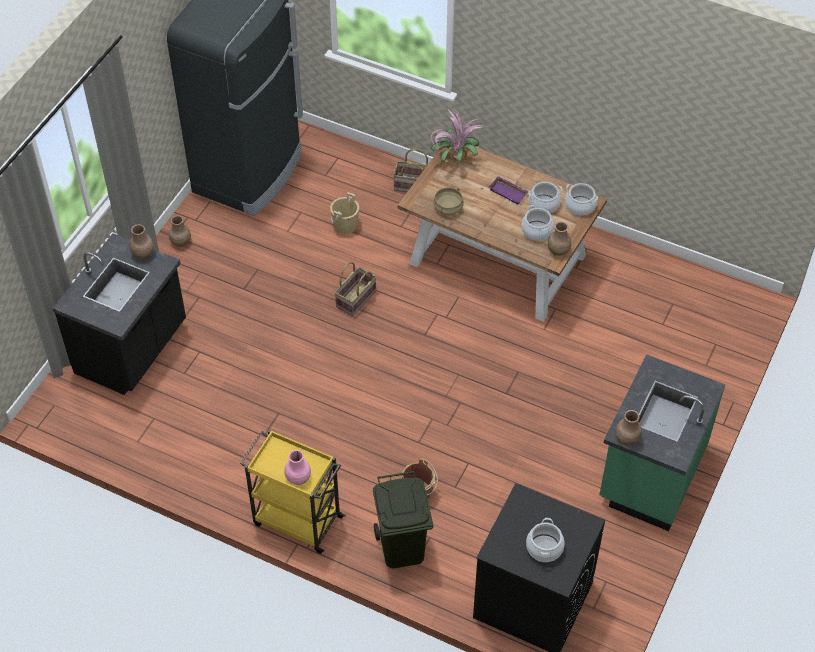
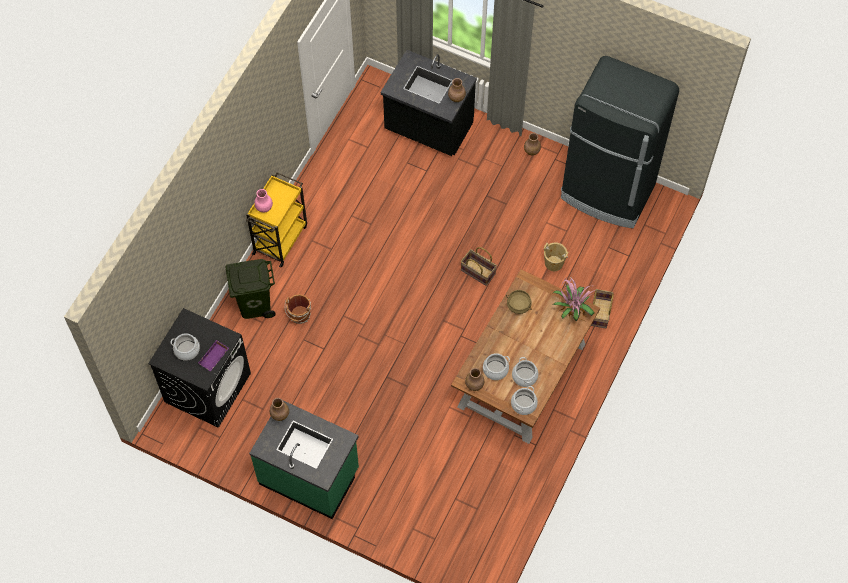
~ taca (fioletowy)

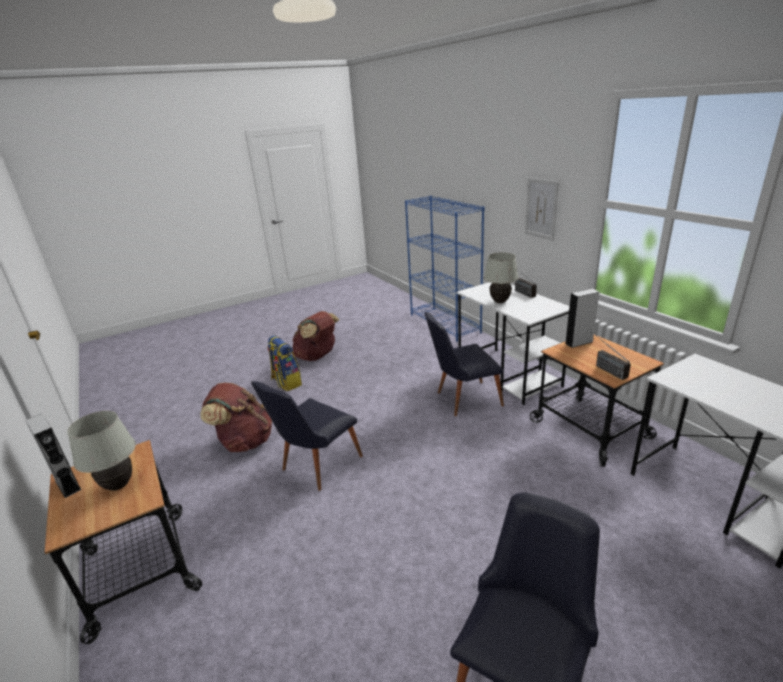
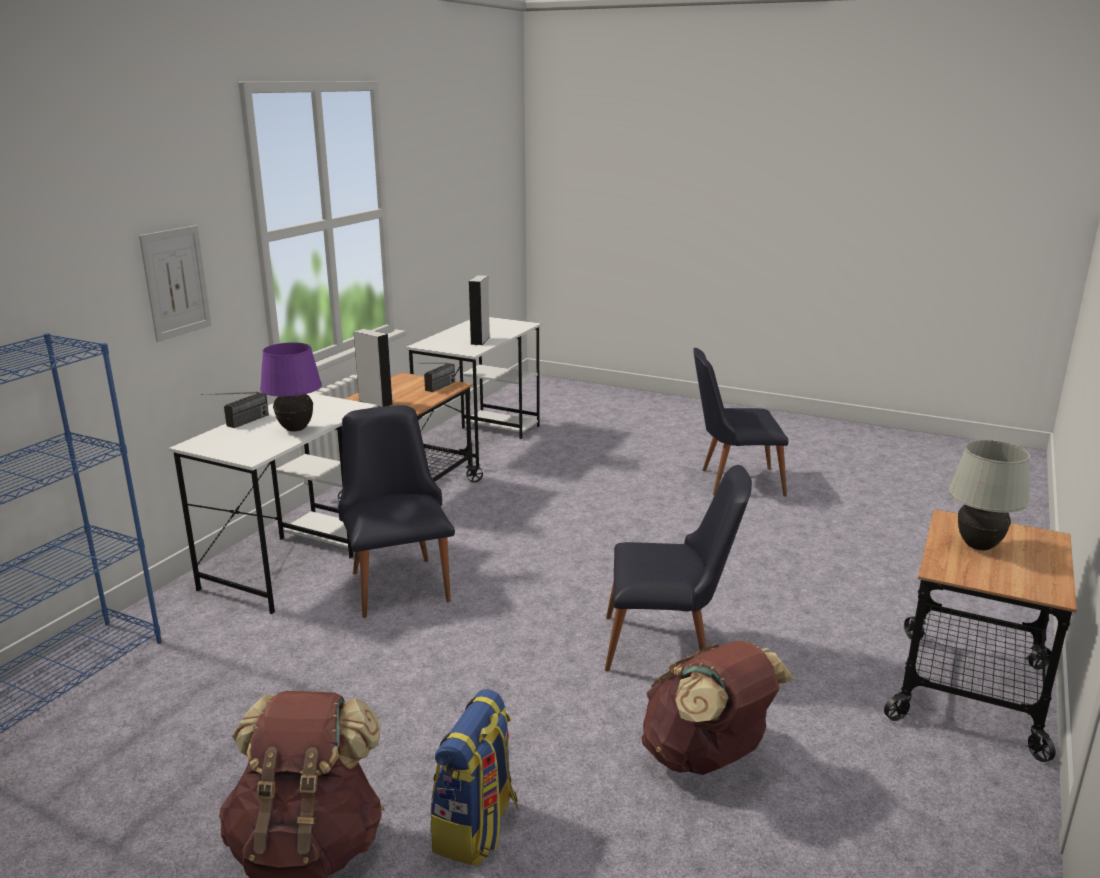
~ głośnik (szary) (1st from left in the first image) to głośnik (szary) (2nd from left)
~ krzesło (czarny) (2nd from left in the first image) 150 degrees counterclockwise
~ lampa stołowa (biały) (2nd from left) to lampa stołowa (fioletowy)

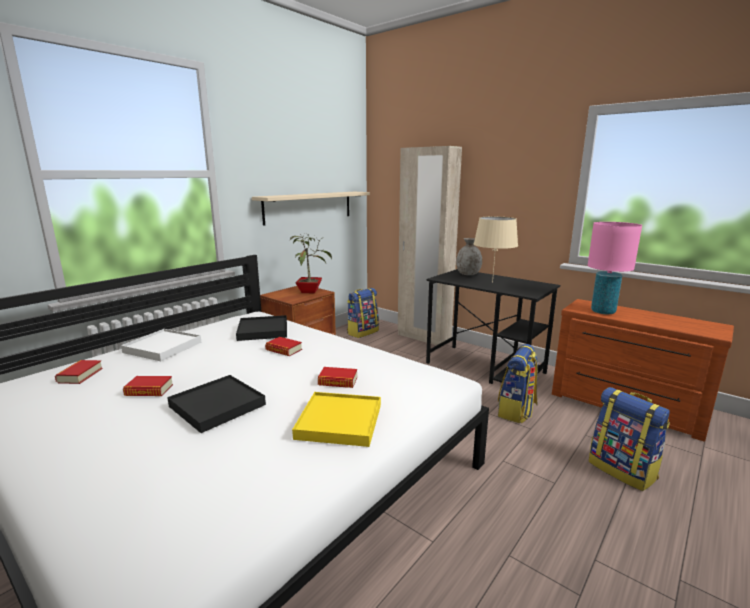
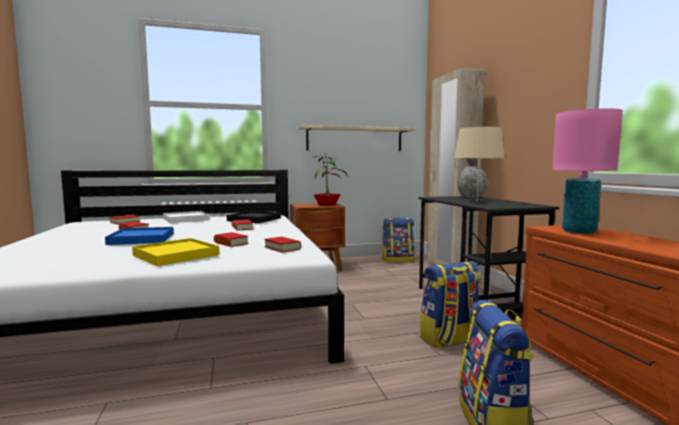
~ taca (czarny) (1st from left) to taca (niebieski)
+ książka (5th from left)

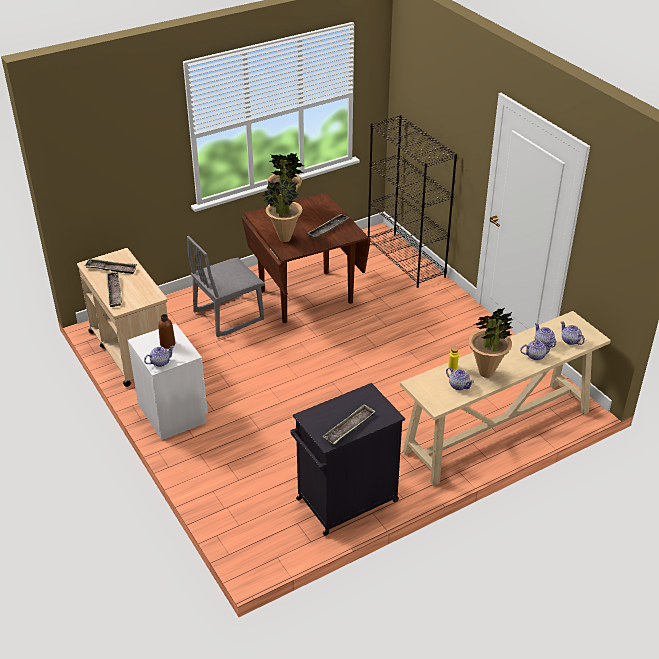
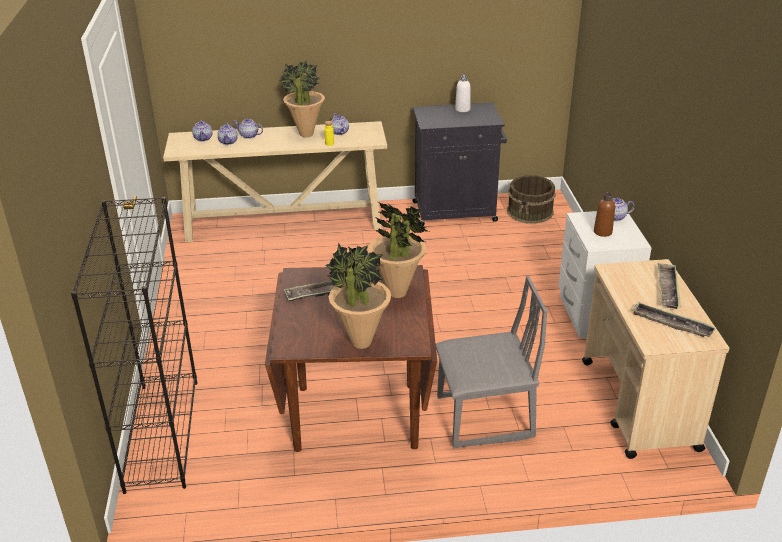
~ taca (4th from left) to butelka (biały)
+ wiadro (brązowy)

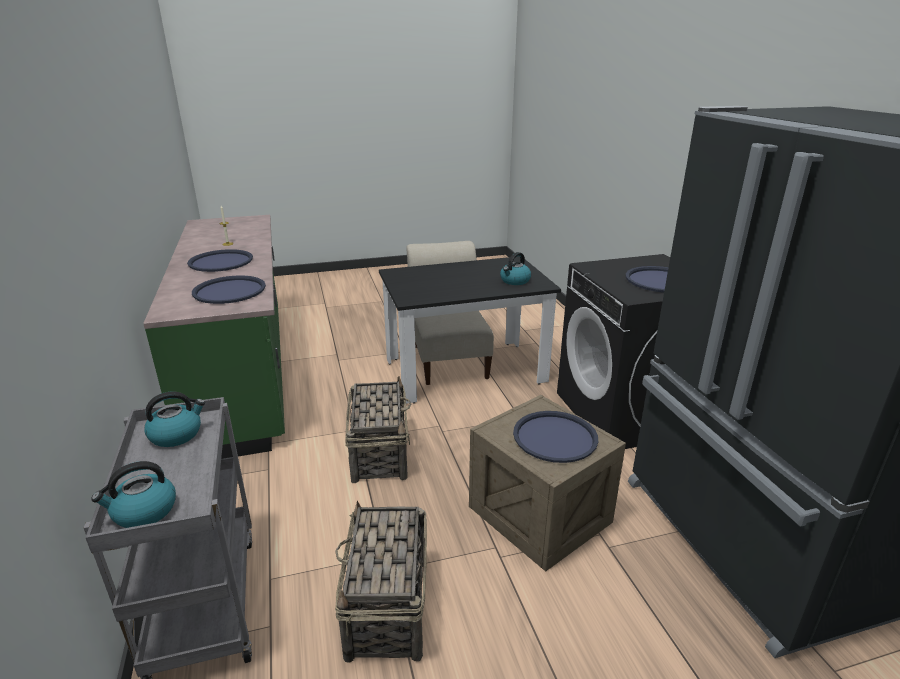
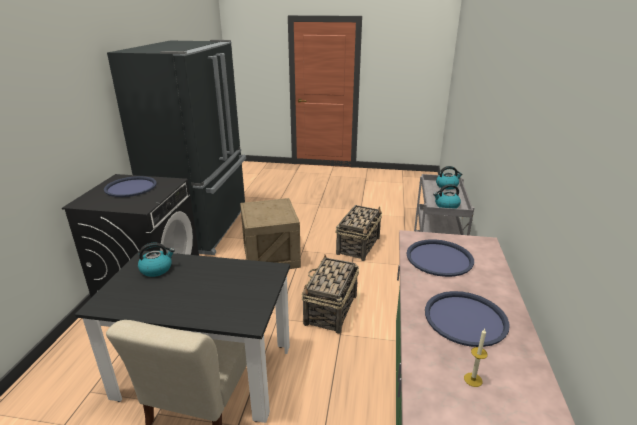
- taca (niebieski) (3rd from left)

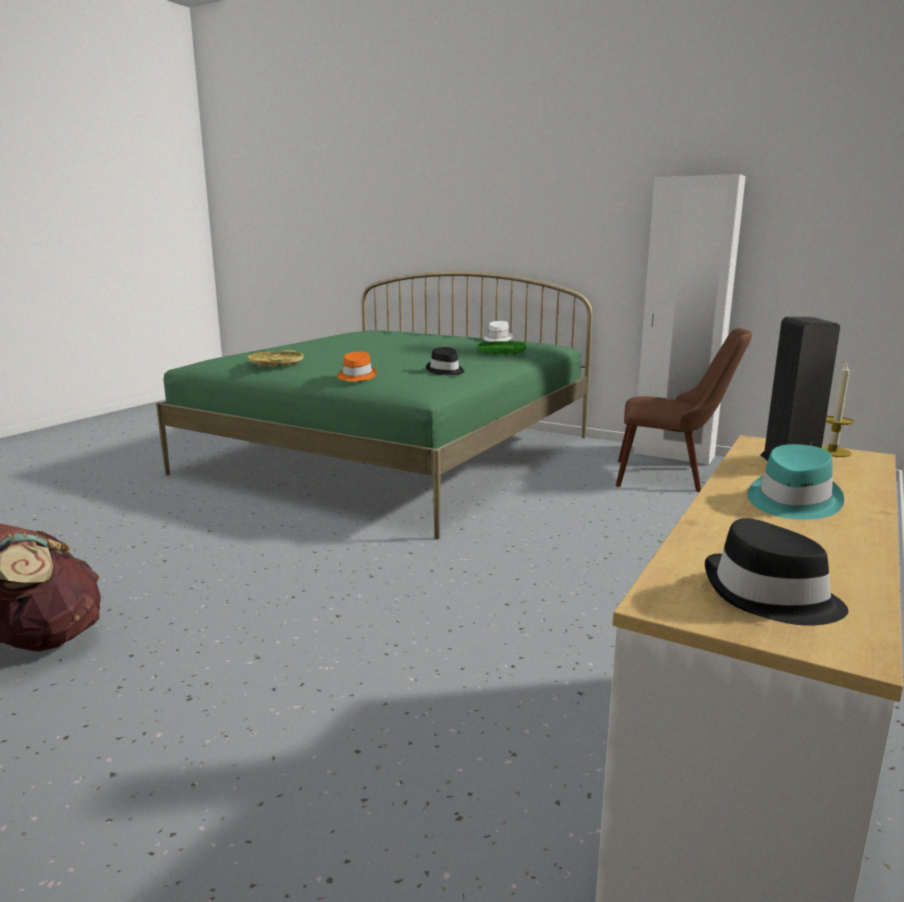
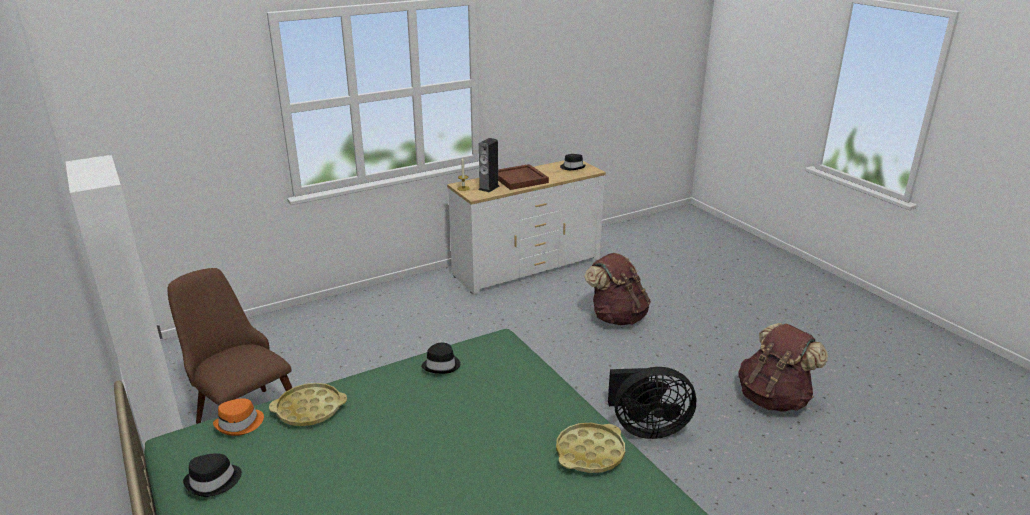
~ kapelusz (pomarańczowy)
~ taca (zielony) to taca (żółty) (1st from left)
~ kapelusz (biały) to kapelusz (czarny) (1st from left)
~ kapelusz (turkusowy) to taca (brązowy)
+ plecak (brązowy) (1st from left)
+ wentylator (czarny)

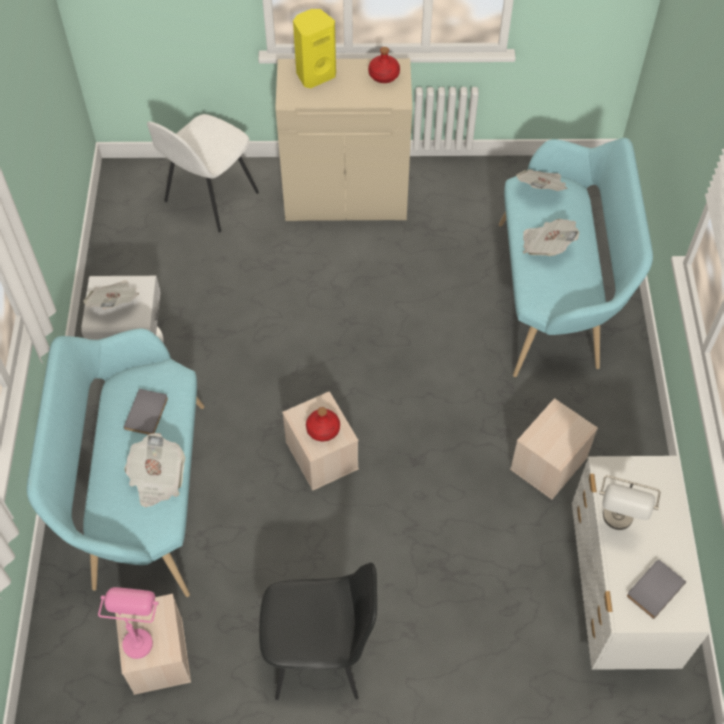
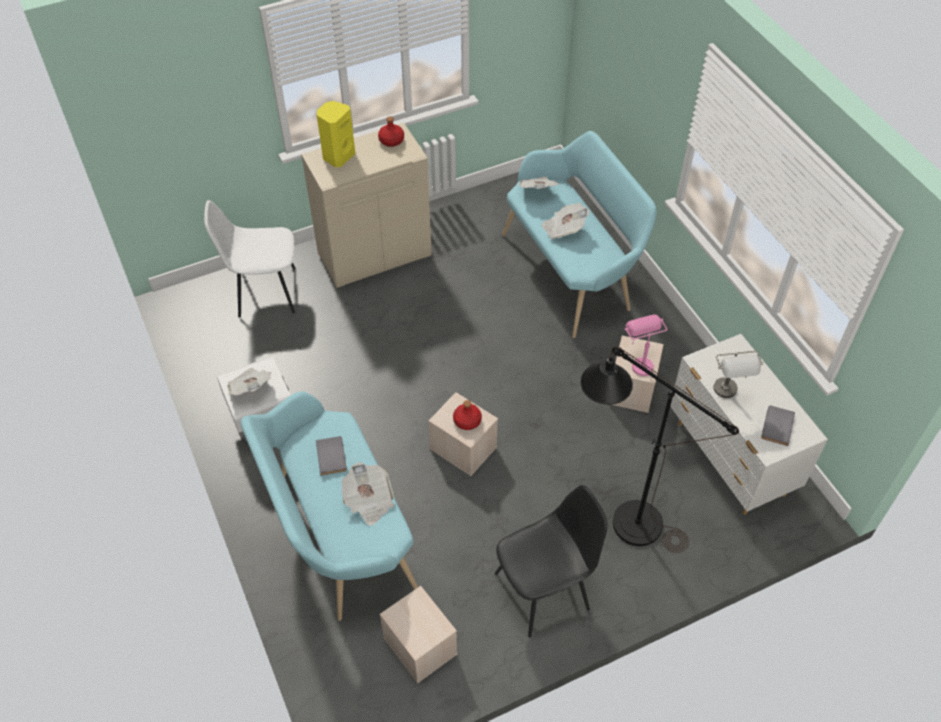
~ lampa stołowa (różowy)
~ krzesło (biały) 75 degrees clockwise
+ lampa stojąca (czarny)

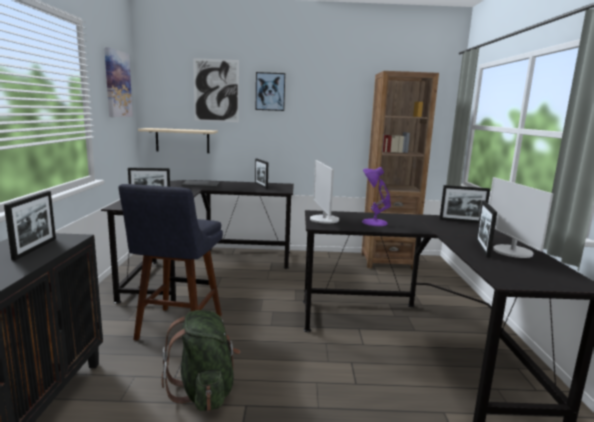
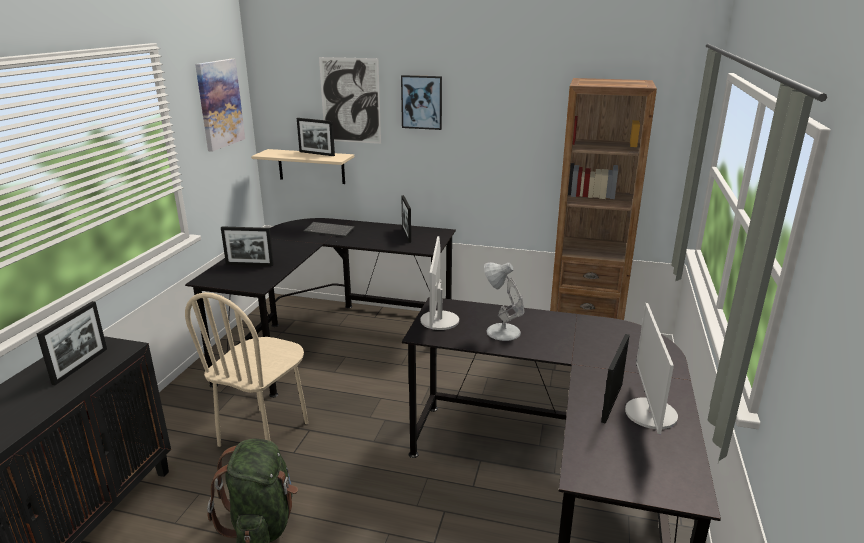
~ stołek (niebieski) to krzesło (beżowy)
~ lampa stołowa (fioletowy) to lampa stołowa (biały)
~ ramka na zdjęcie (4th from left in the first image) to ramka na zdjęcie (3rd from left)

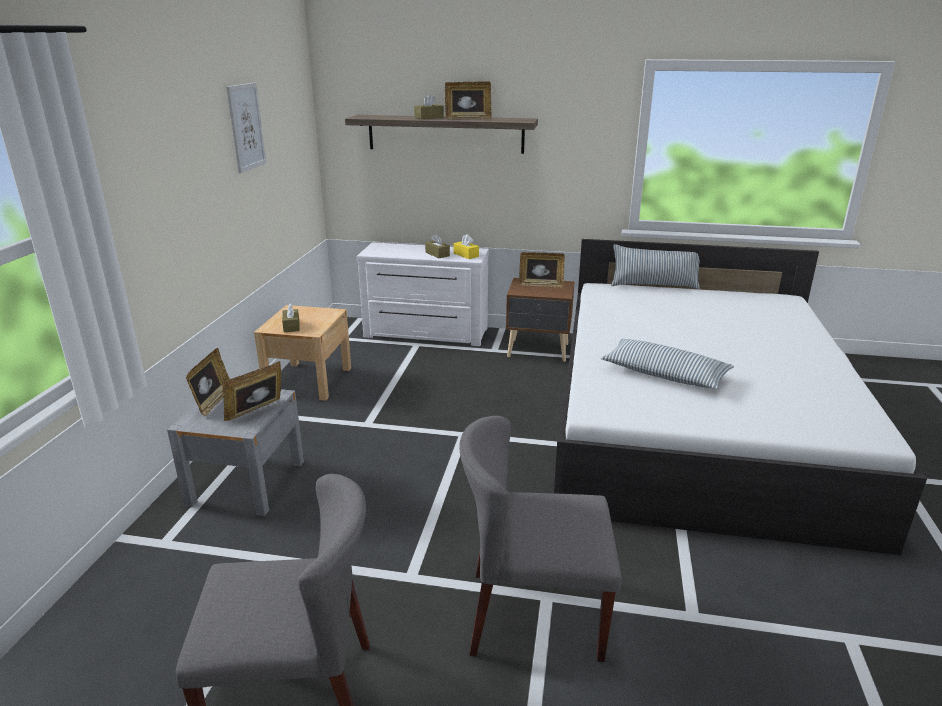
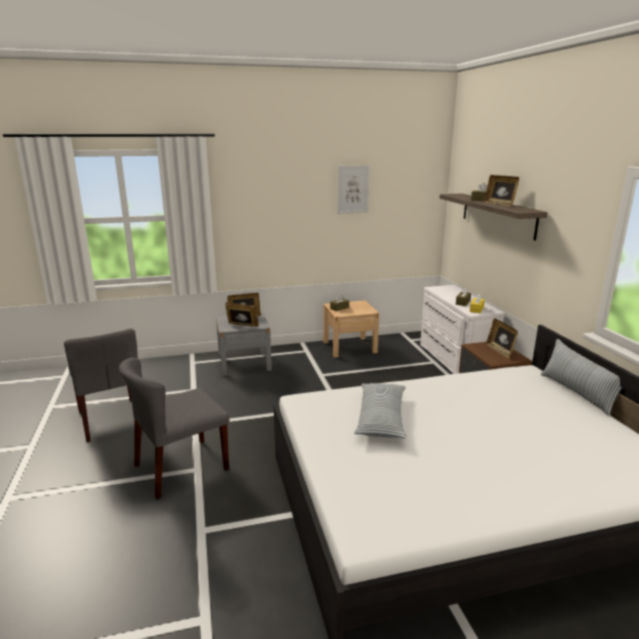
~ krzesło (szary) (2nd from left) 105 degrees counterclockwise

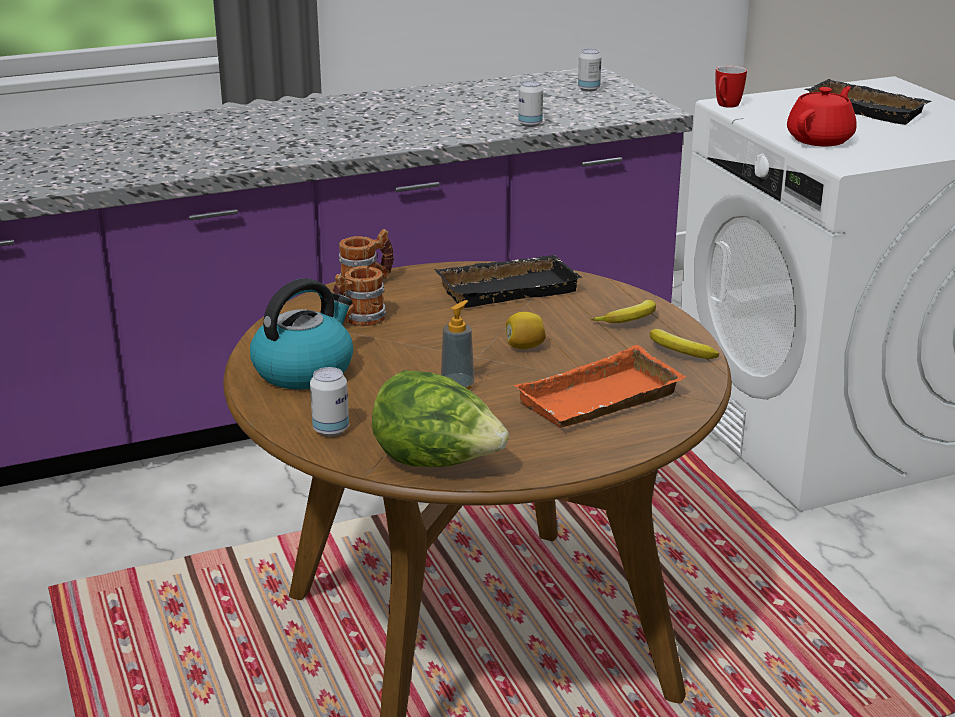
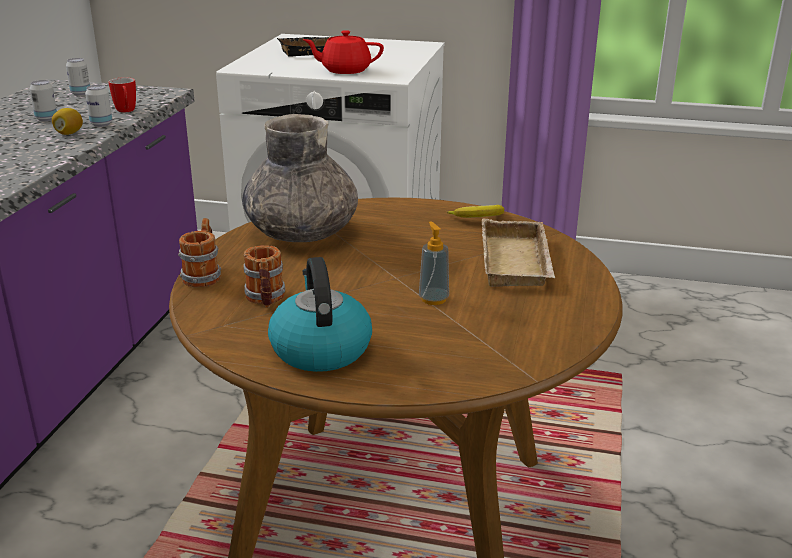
~ puszka (1st from left)
- sałata
~ taca (czarny) (1st from left) to wazon (szary)
~ cytryna
~ taca (pomarańczowy) to taca (beżowy)
- banan (1st from left)
~ kubek (3rd from left in the first image) to kubek (1st from left)
~ imbryk (czerwony) 75 degrees counterclockwise

